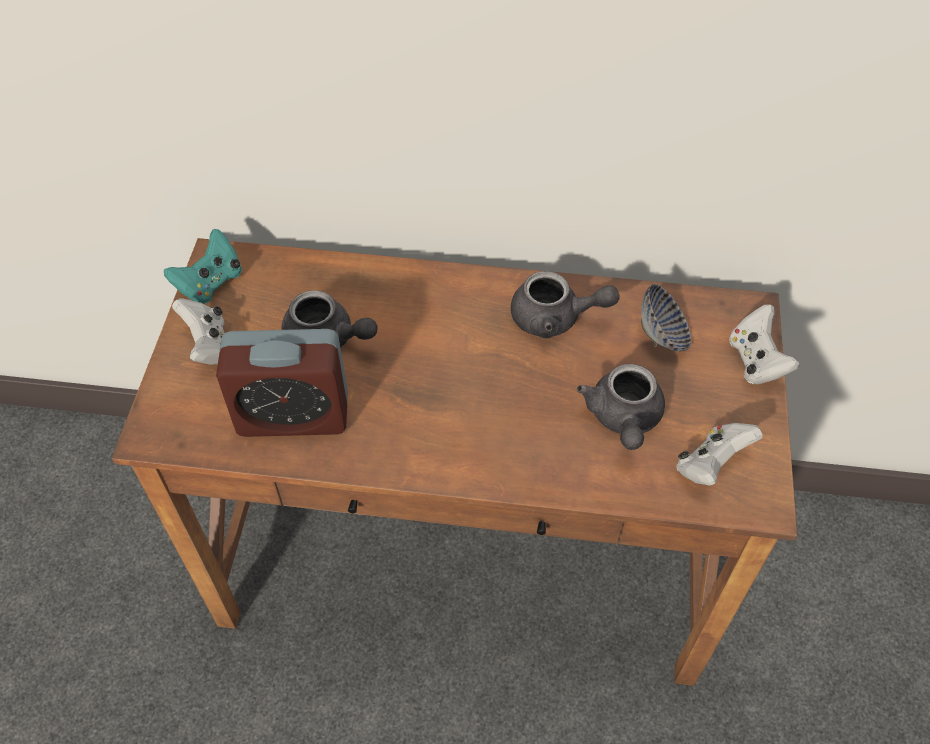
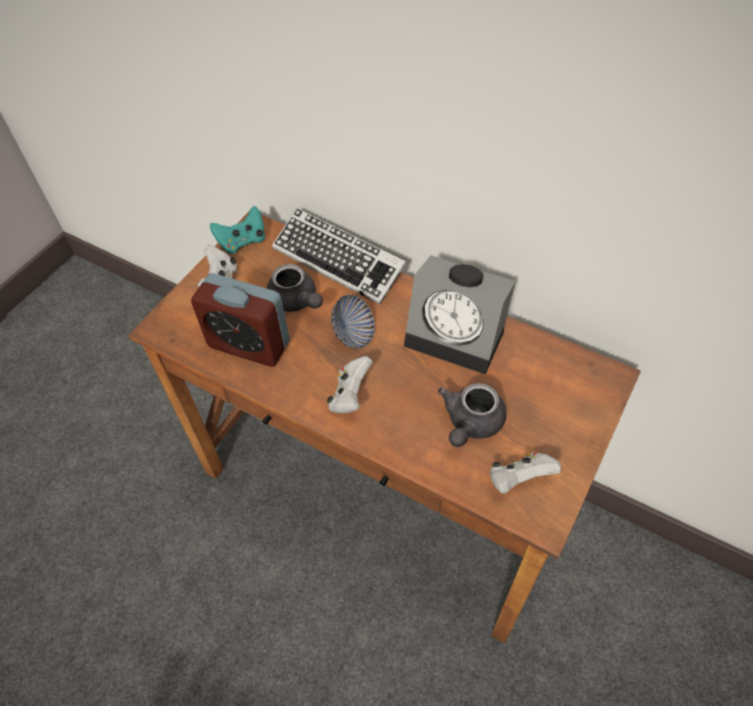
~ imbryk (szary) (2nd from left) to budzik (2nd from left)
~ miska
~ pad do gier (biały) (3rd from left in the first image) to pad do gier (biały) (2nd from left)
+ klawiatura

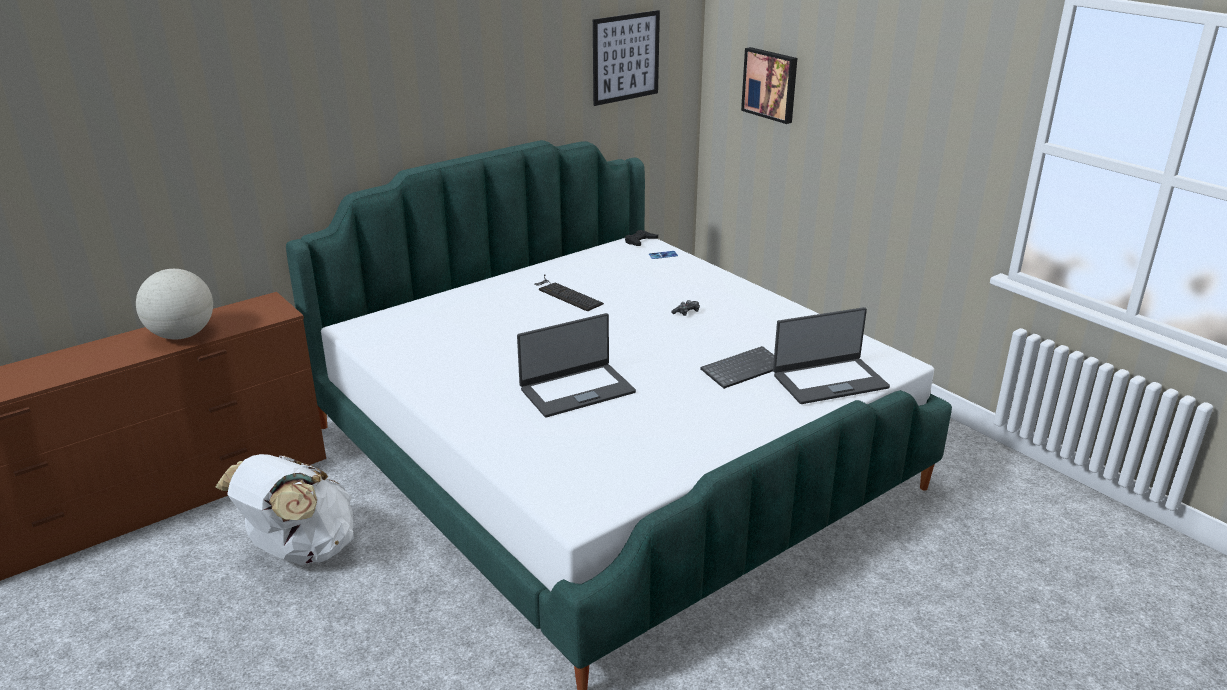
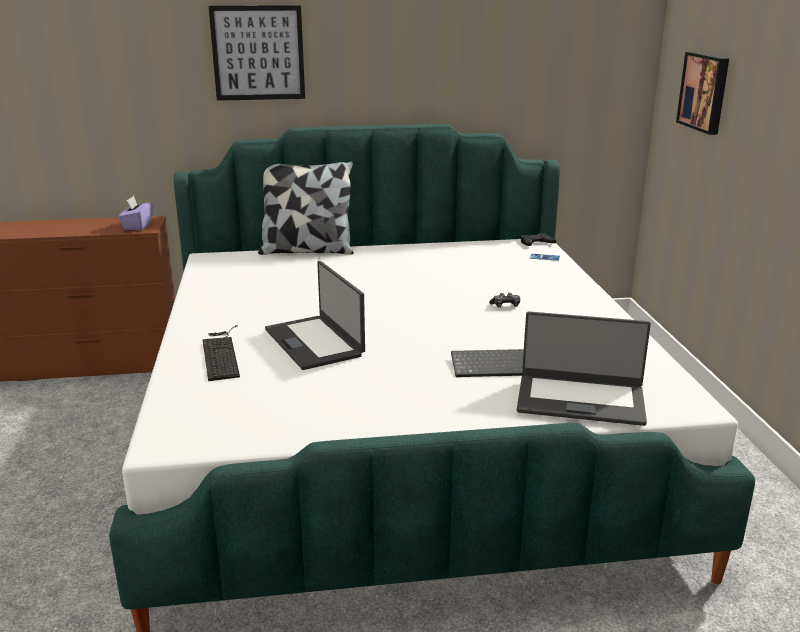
- globus
- plecak (biały)
~ laptop (1st from left) 60 degrees clockwise
~ klawiatura (1st from left)
~ obraz (1st from left)
+ pudełko chusteczek (fioletowy)
+ poduszka

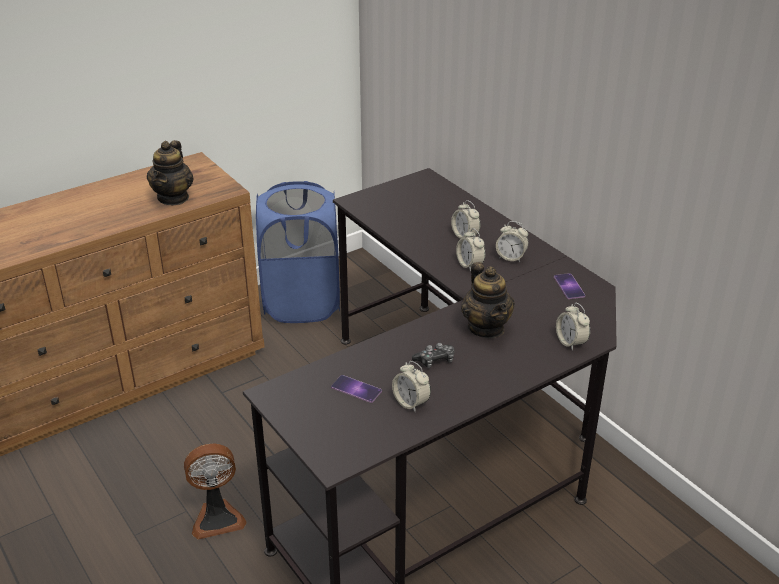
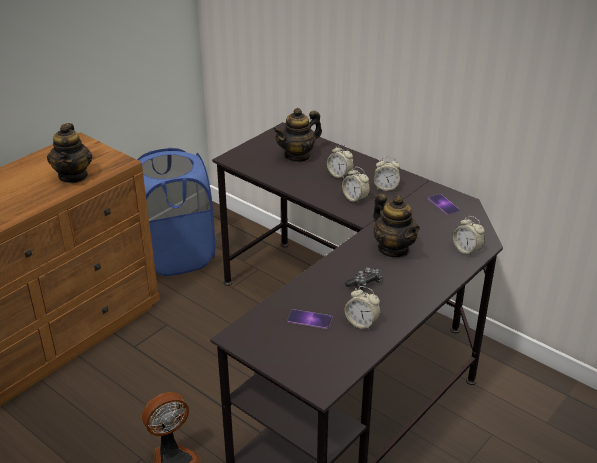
+ imbryk (2nd from left)

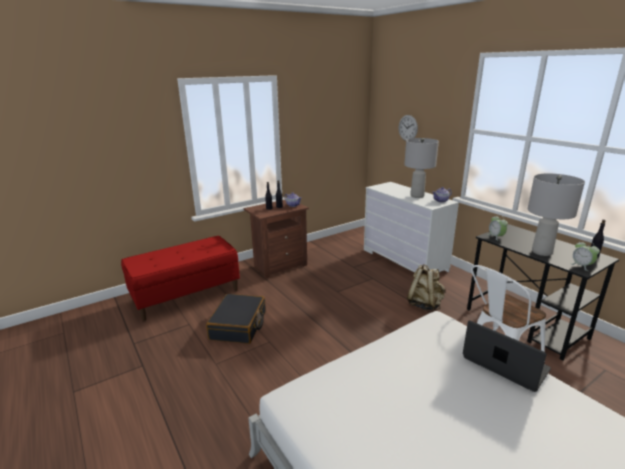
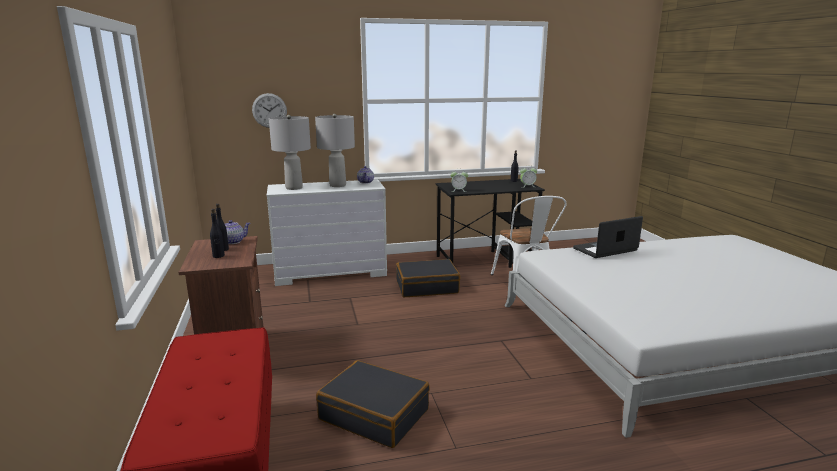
~ plecak (beżowy) to walizka (czarny) (2nd from left)
~ lampa stołowa (szary) (2nd from left in the first image) to lampa stołowa (szary) (1st from left)

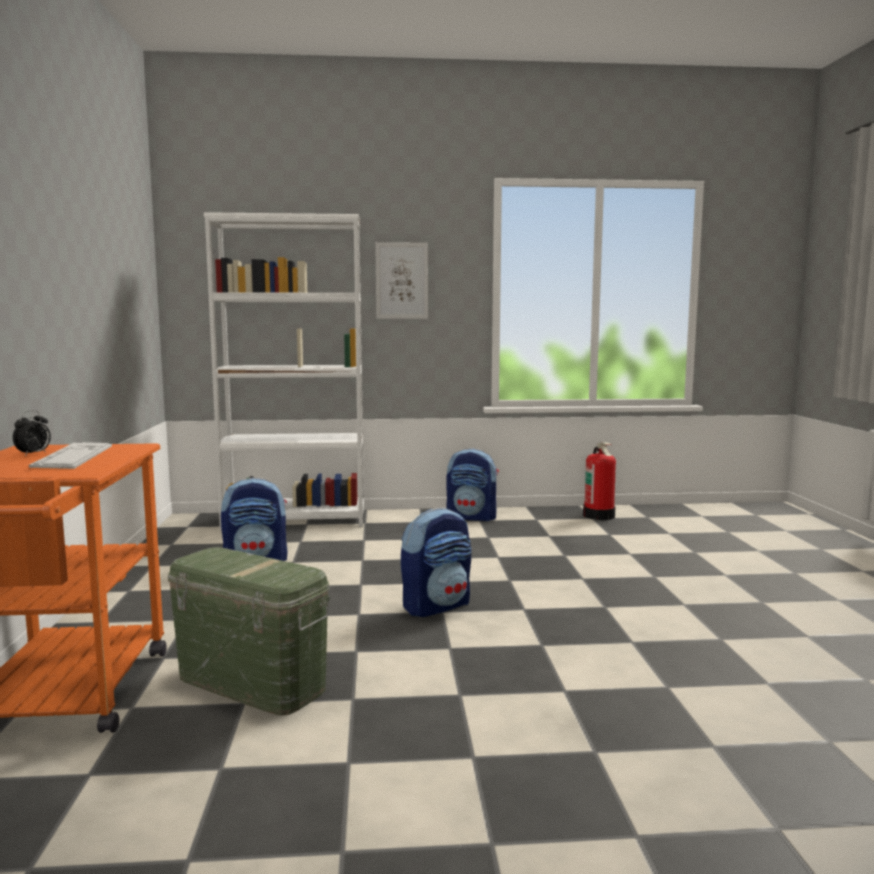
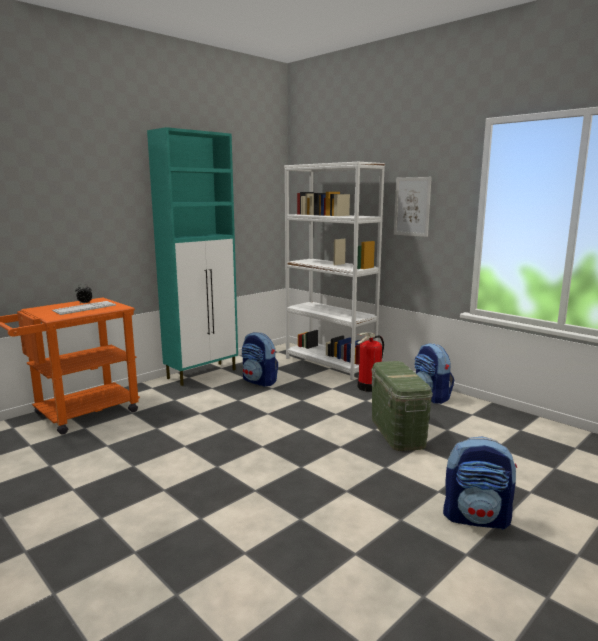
~ pojemnik do przechowywania (zielony)
~ plecak (2nd from left in the first image) to plecak (3rd from left)
~ gaśnica
+ szafka (turkusowy)

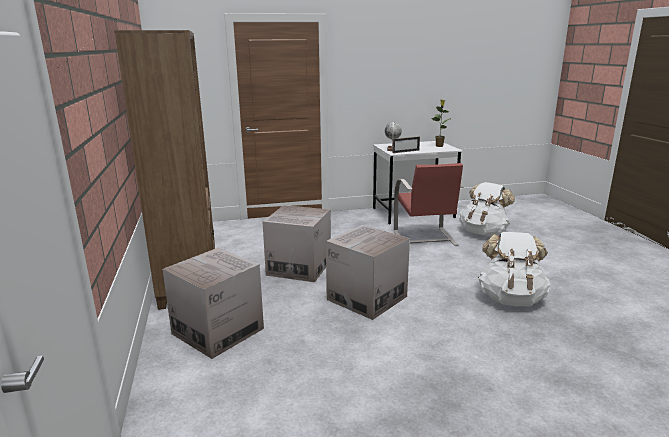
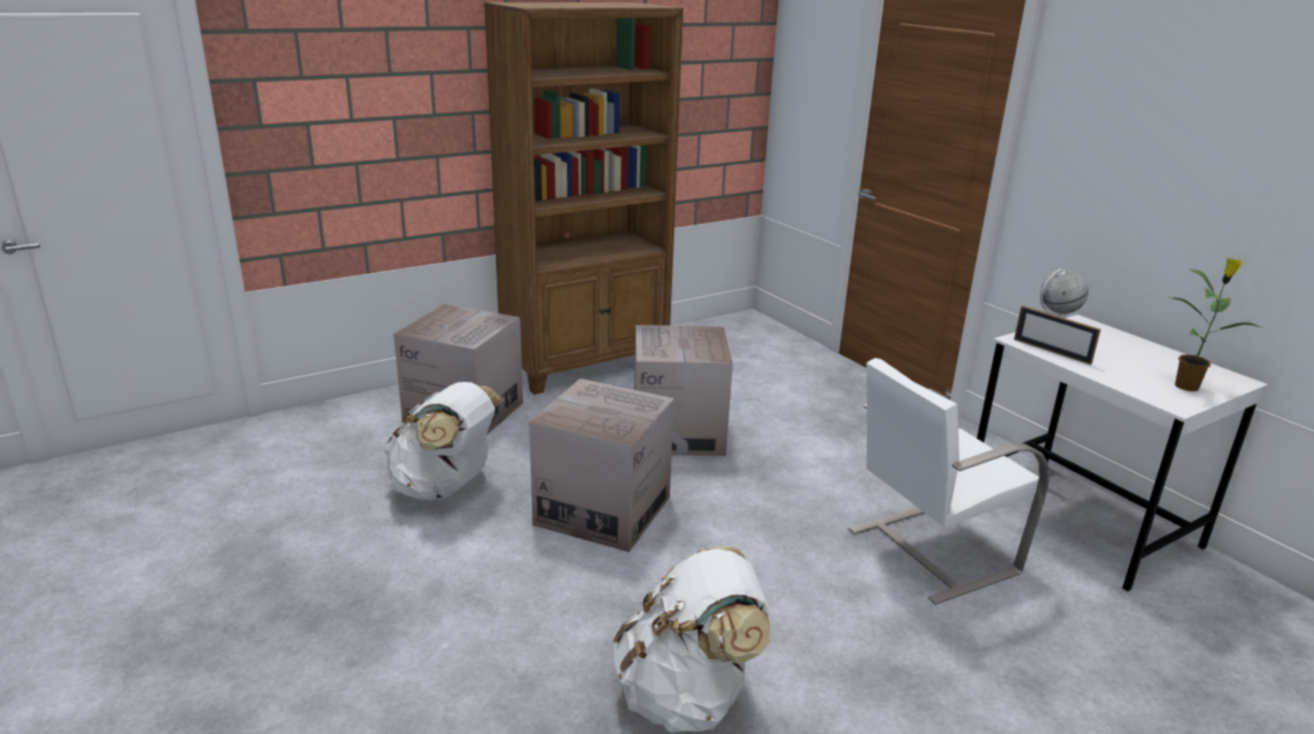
~ krzesło (czerwony) to krzesło (biały)
~ plecak (biały) (1st from left)

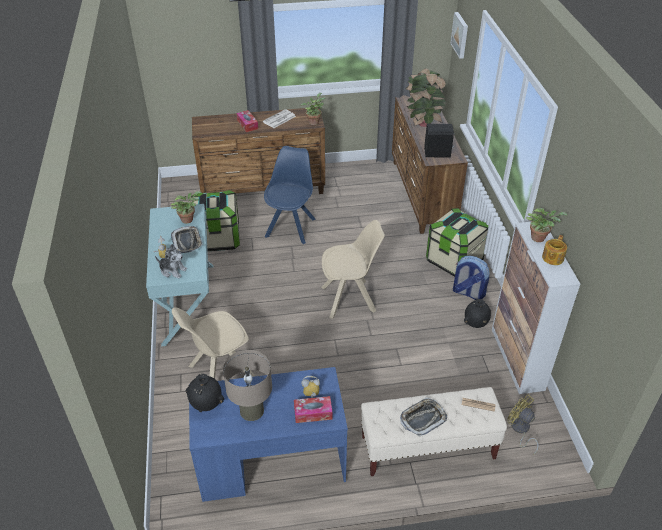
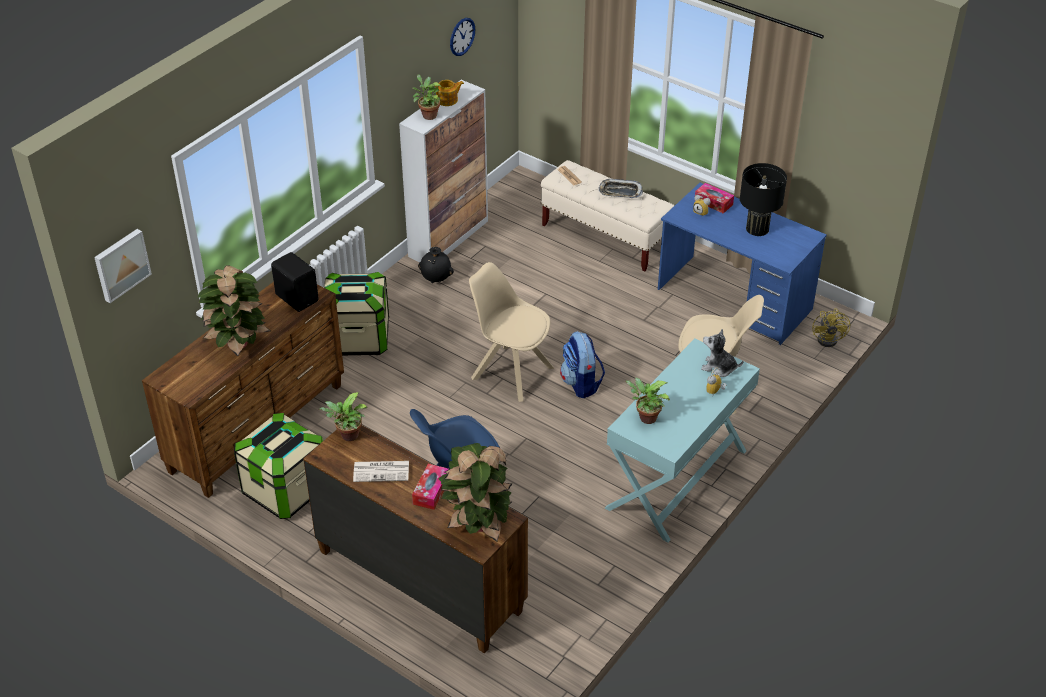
~ pluszak 45 degrees counterclockwise
- taca (1st from left)
- wazon (czarny) (1st from left)
~ pojemnik do przechowywania (1st from left)
~ lampa stołowa (beżowy) to lampa stołowa (czarny)
~ plecak
~ wentylator (żółty)
+ roślina doniczkowa (4th from left)
+ zegar ścienny

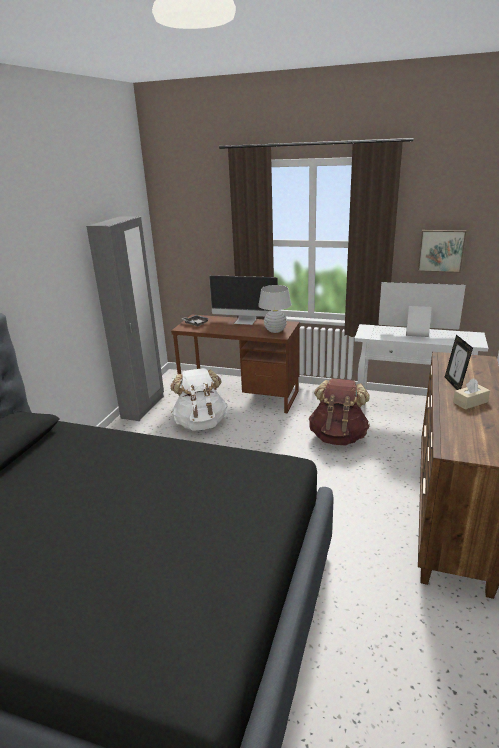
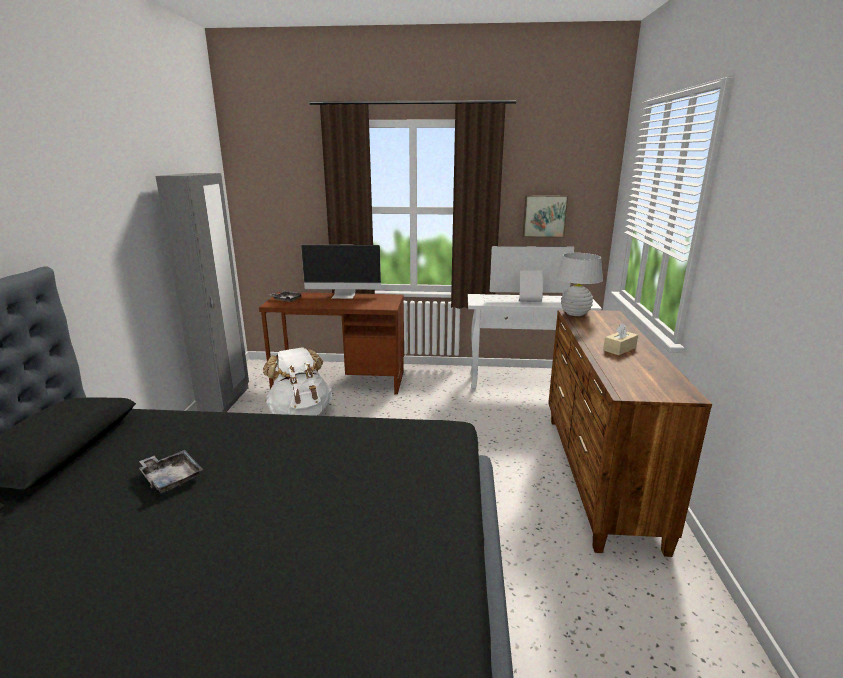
~ lampa stołowa (biały)
- plecak (brązowy)
- ramka na zdjęcie
+ taca (szary) (1st from left)

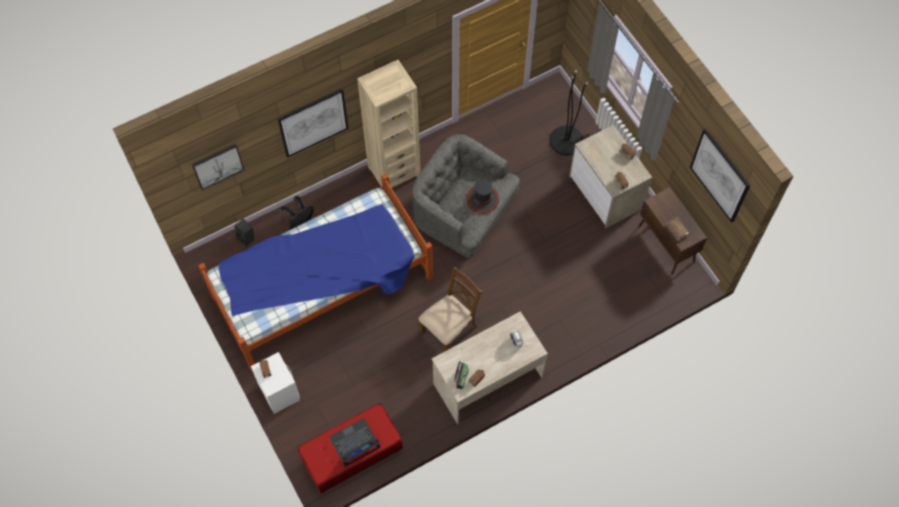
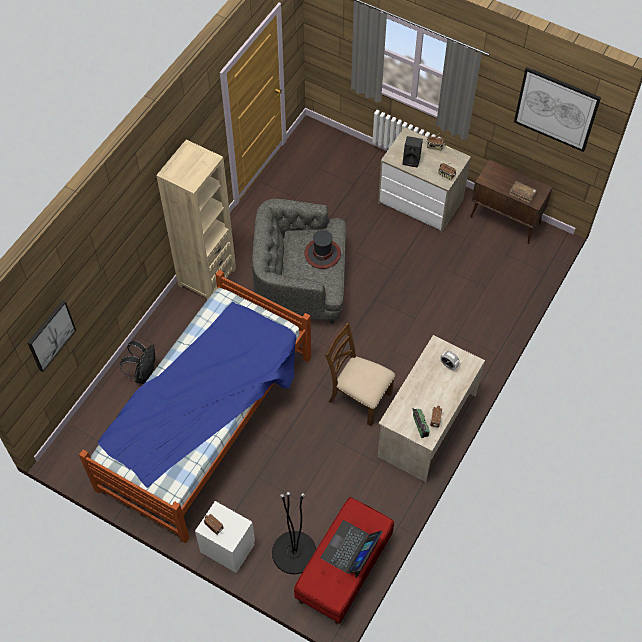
~ głośnik (czarny)
- obraz (2nd from left)
~ krzesło (brązowy) 75 degrees counterclockwise
~ lampa stojąca (czarny)

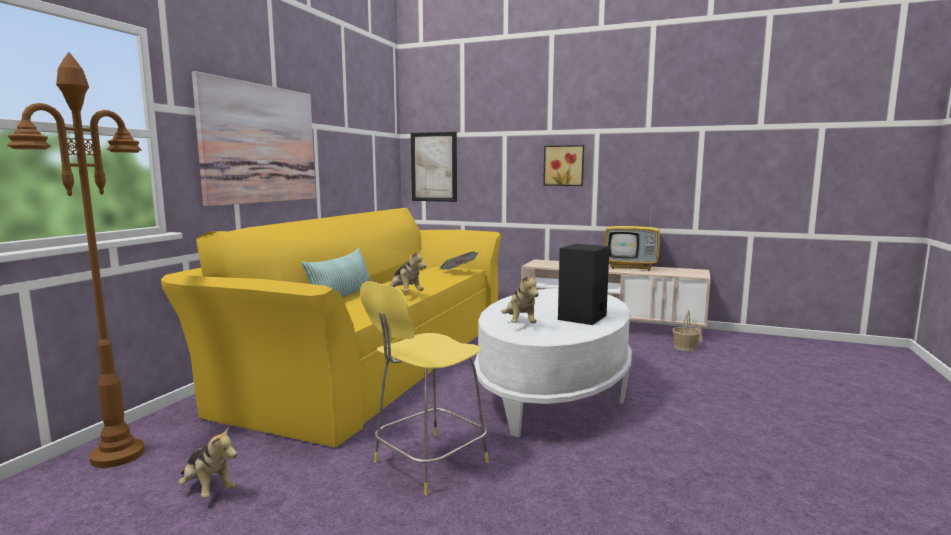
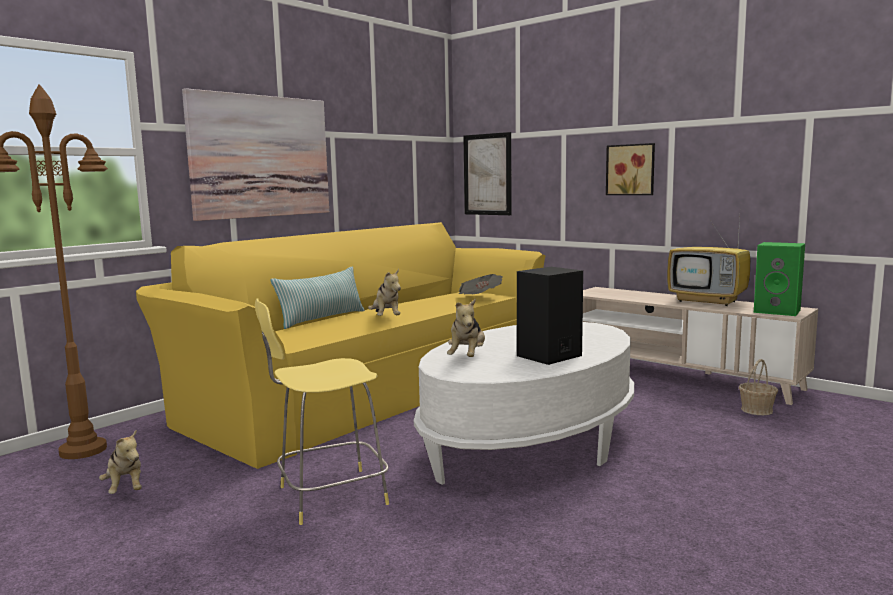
+ głośnik (zielony)

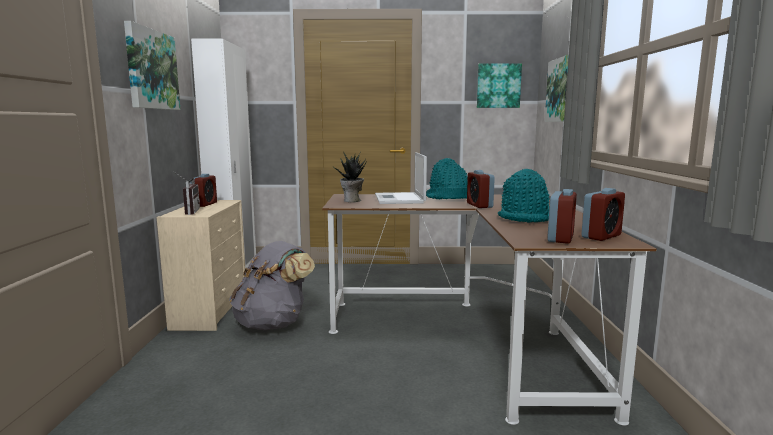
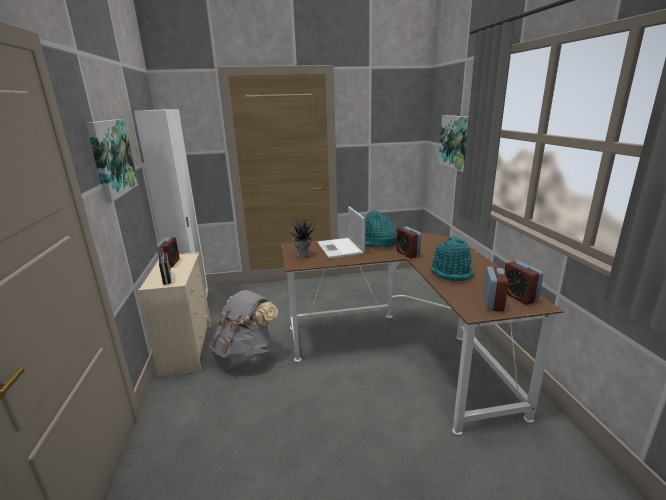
- obraz (2nd from left)
~ budzik (4th from left) 120 degrees clockwise

